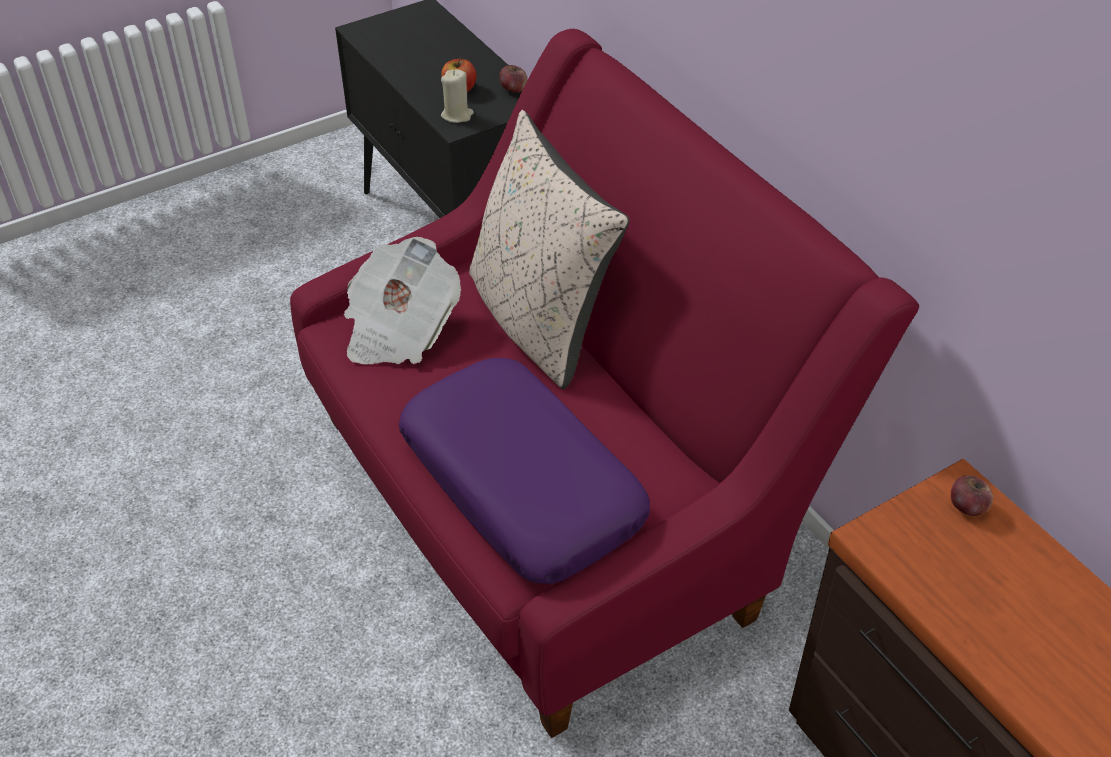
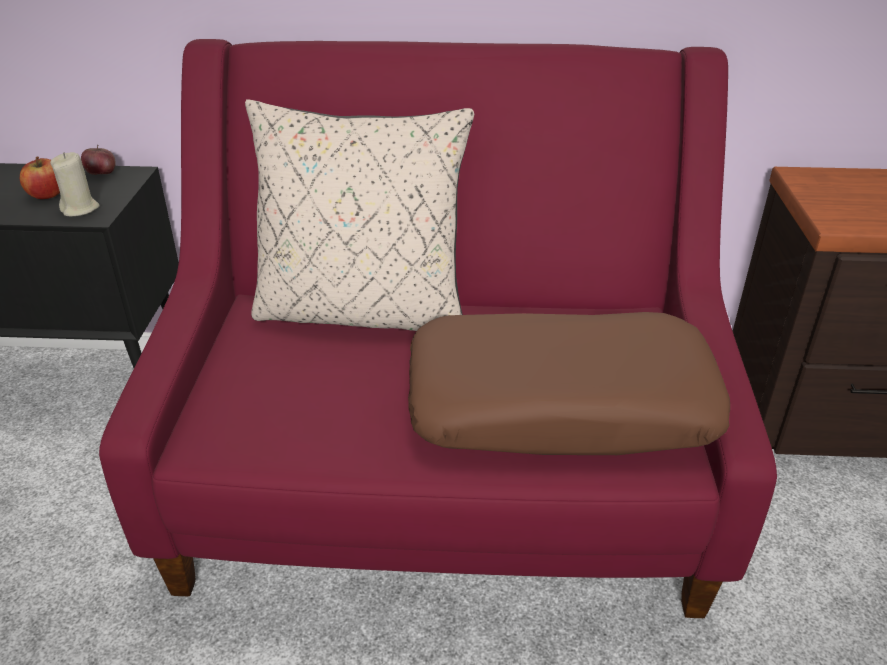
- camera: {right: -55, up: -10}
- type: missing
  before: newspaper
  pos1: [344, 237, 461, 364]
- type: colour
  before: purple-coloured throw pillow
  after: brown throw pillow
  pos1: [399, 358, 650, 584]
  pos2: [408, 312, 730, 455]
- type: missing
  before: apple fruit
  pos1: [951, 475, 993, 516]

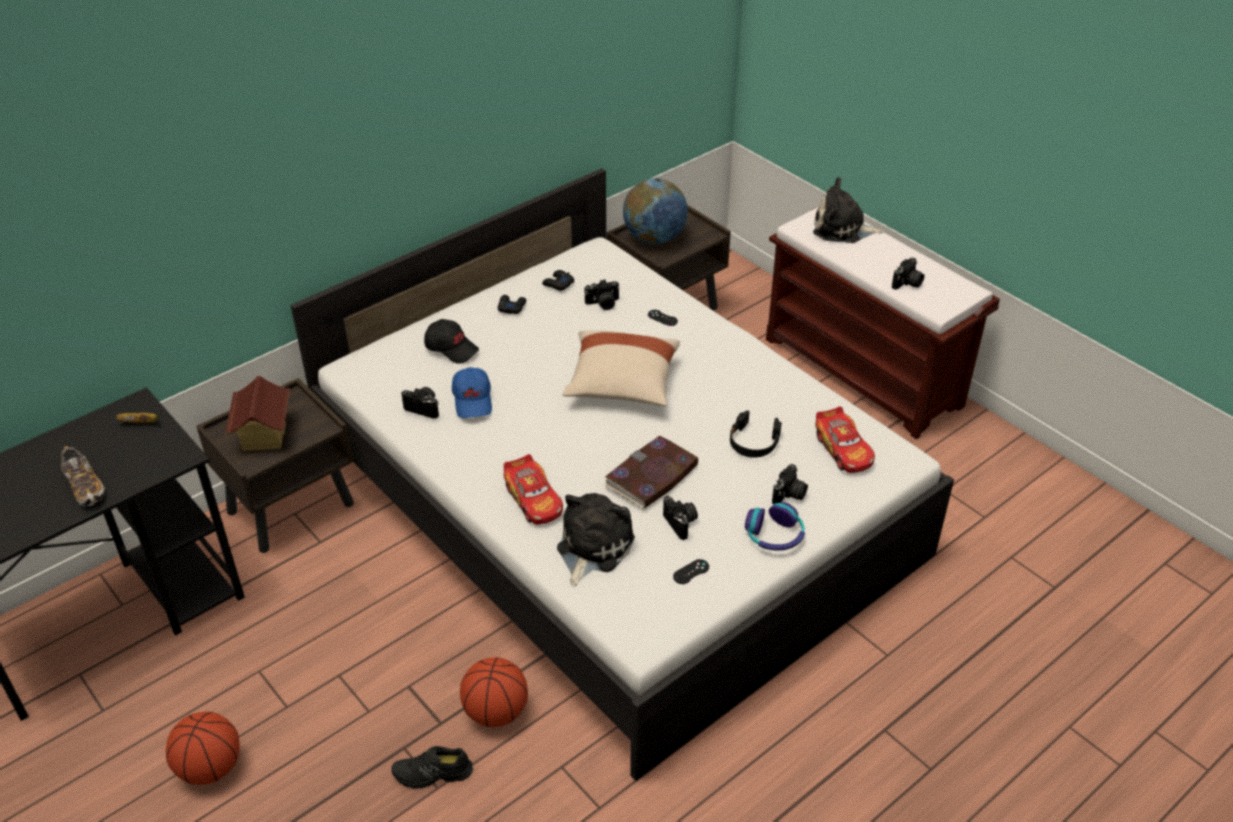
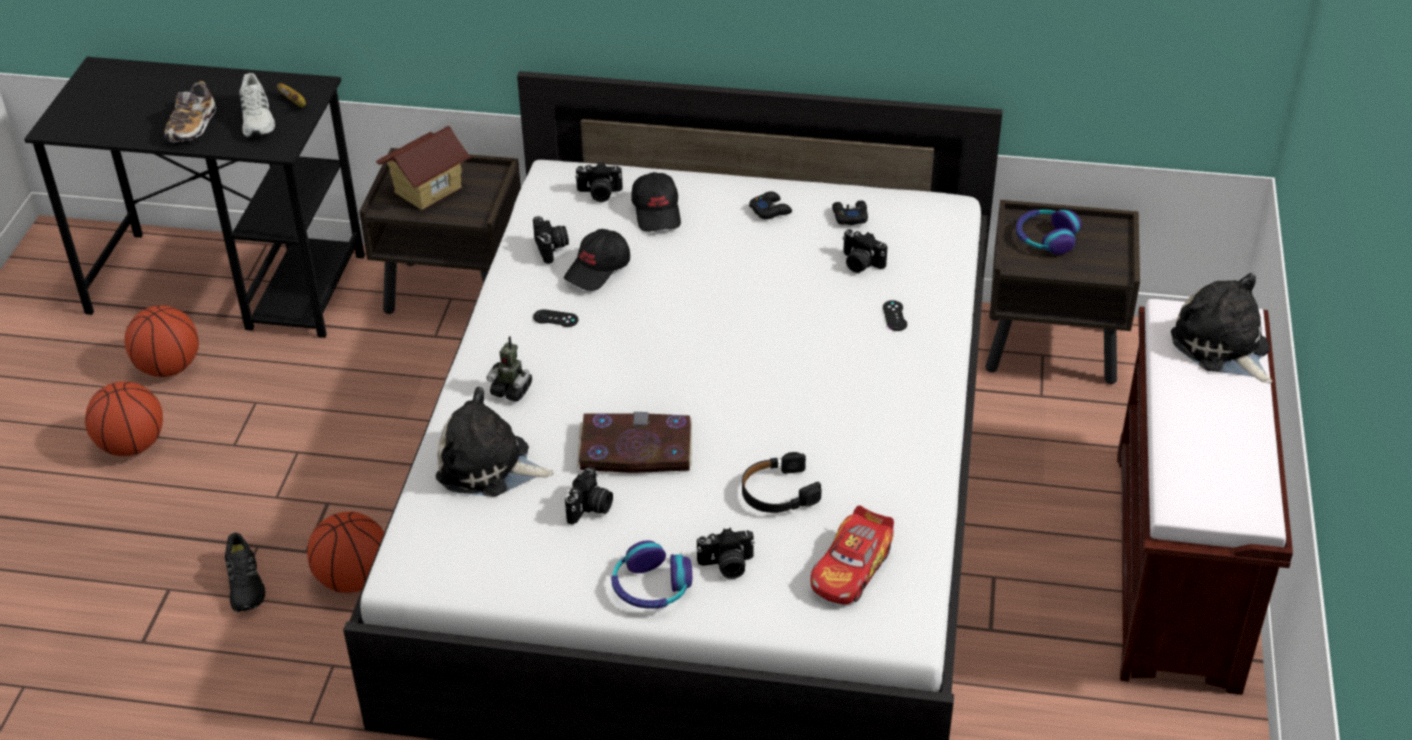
- camera: {right: 50, up: 0}
- type: spun
  before: blackish low shoe
  pos1: [391, 746, 473, 789]
  pos2: [225, 533, 265, 612]
  turn: -150
- type: colour
  before: bluish peaked cap
  after: blackish peaked cap
  pos1: [452, 367, 492, 418]
  pos2: [564, 229, 630, 291]
- type: exchanged
  before: model car
  after: model robot
  pos1: [504, 454, 563, 524]
  pos2: [486, 336, 532, 402]
- type: spun
  before: cuddly toy
  pos1: [557, 493, 635, 586]
  pos2: [436, 387, 554, 497]
  turn: -150
- type: missing
  before: sand-coloured throw pillow
  pos1: [562, 330, 680, 406]
- type: exchanged
  before: desk globe
  after: headset
  pos1: [623, 178, 688, 244]
  pos2: [1016, 209, 1082, 255]
- type: relocated
  before: blackish game controller
  pos1: [673, 559, 709, 584]
  pos2: [533, 309, 578, 327]
- type: relocated
  before: still camera
  pos1: [892, 257, 924, 290]
  pos2: [575, 162, 623, 202]
- type: appeared
  after: ball for basketball
  pos2: [125, 305, 199, 377]
- type: appeared
  after: whitish low shoe
  pos2: [239, 73, 275, 137]

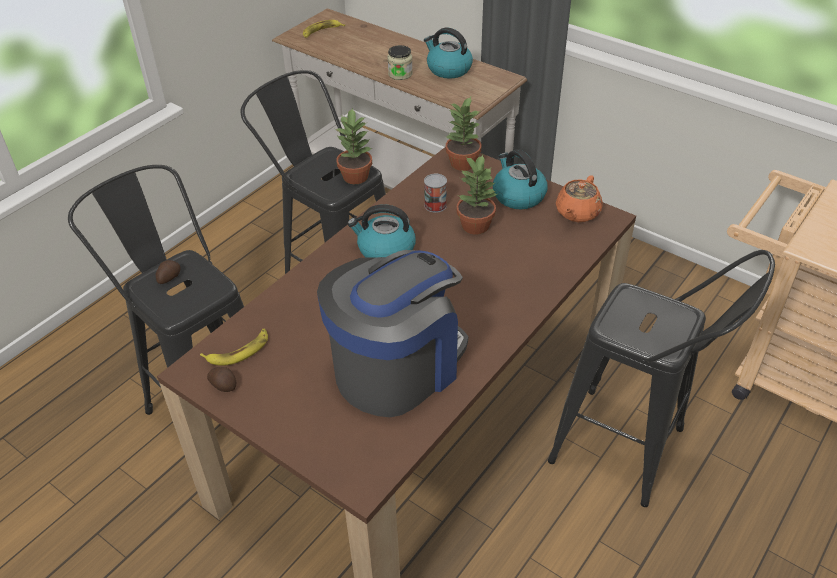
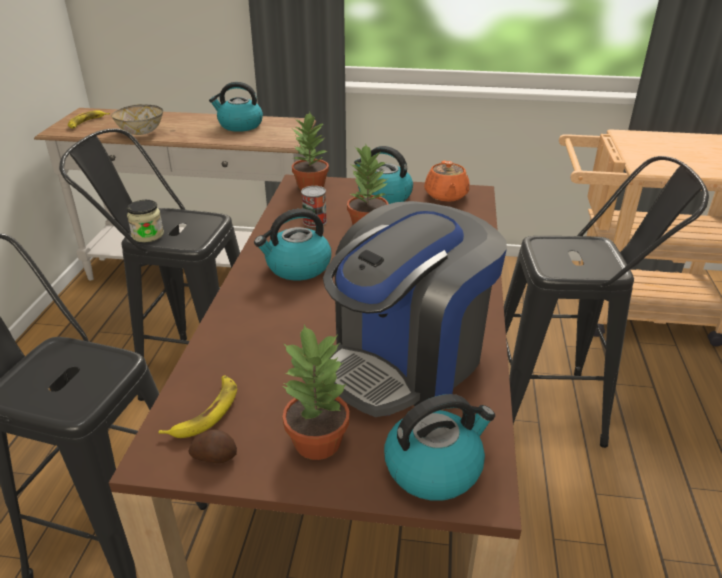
- camera: {right: -30, up: -10}
- type: missing
  before: whole potato
  pos1: [156, 260, 181, 284]
- type: spun
  before: coffee brewer
  pos1: [317, 250, 468, 417]
  pos2: [323, 201, 507, 417]
  turn: -150
- type: relocated
  before: houseplant
  pos1: [335, 108, 372, 184]
  pos2: [283, 324, 350, 460]
- type: relocated
  before: jar
  pos1: [387, 45, 413, 80]
  pos2: [127, 200, 164, 242]
- type: appeared
  after: bowl
  pos2: [111, 104, 163, 135]
- type: appeared
  after: tea kettle
  pos2: [384, 394, 495, 501]

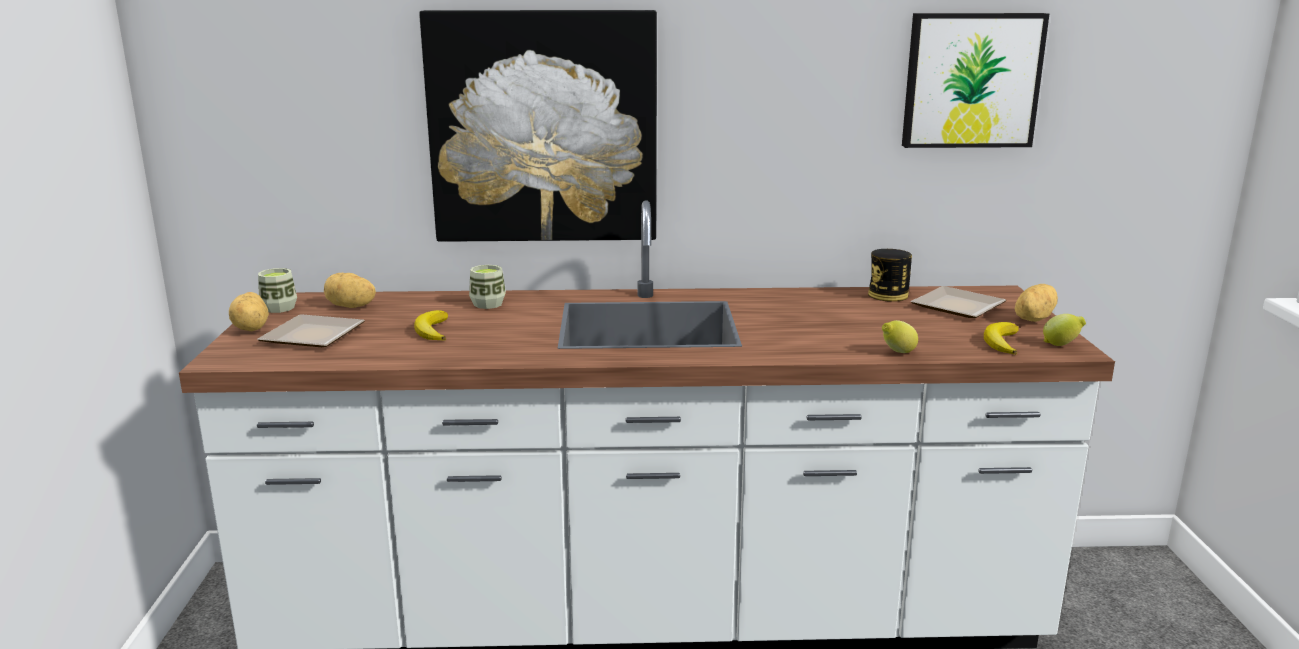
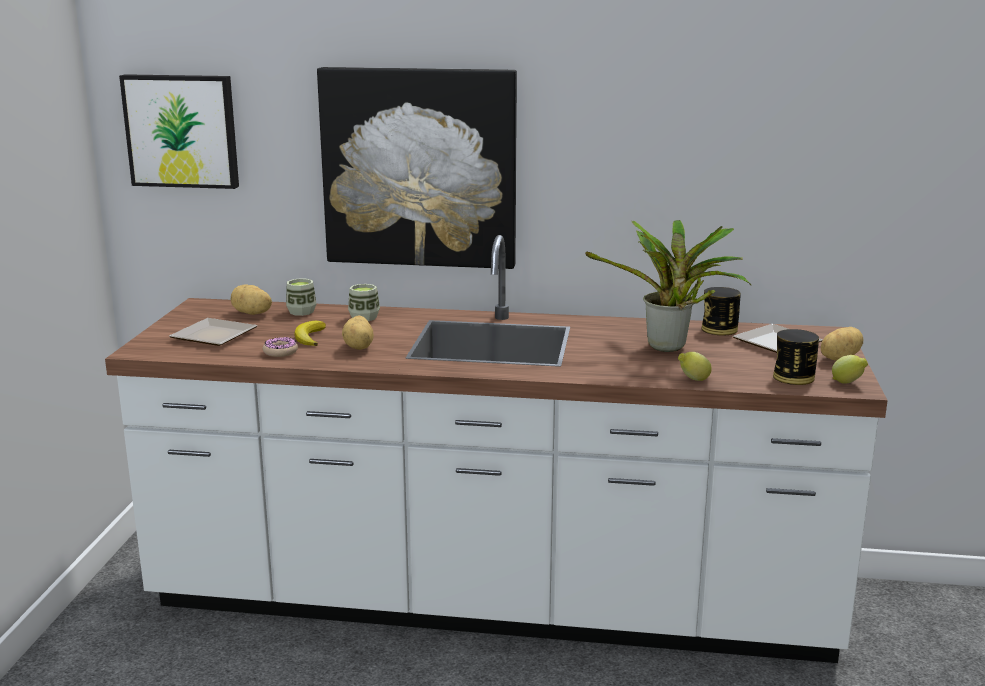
- camera: {right: 10, up: 0}
- type: relocated
  before: whole potato
  pos1: [229, 292, 269, 331]
  pos2: [342, 315, 374, 350]
- type: relocated
  before: drinking cup
  pos1: [258, 268, 297, 313]
  pos2: [286, 278, 317, 316]
- type: relocated
  before: wall picture
  pos1: [902, 13, 1049, 148]
  pos2: [119, 74, 239, 189]
- type: exchanged
  before: banana
  after: sealed can
  pos1: [984, 322, 1019, 355]
  pos2: [773, 329, 819, 385]
- type: appeared
  after: doughnut
  pos2: [263, 337, 298, 357]
- type: appeared
  after: houseplant
  pos2: [585, 220, 751, 352]

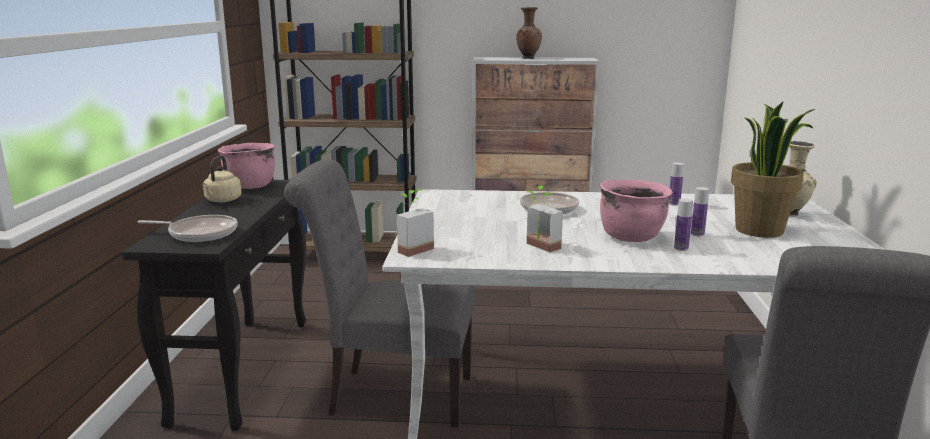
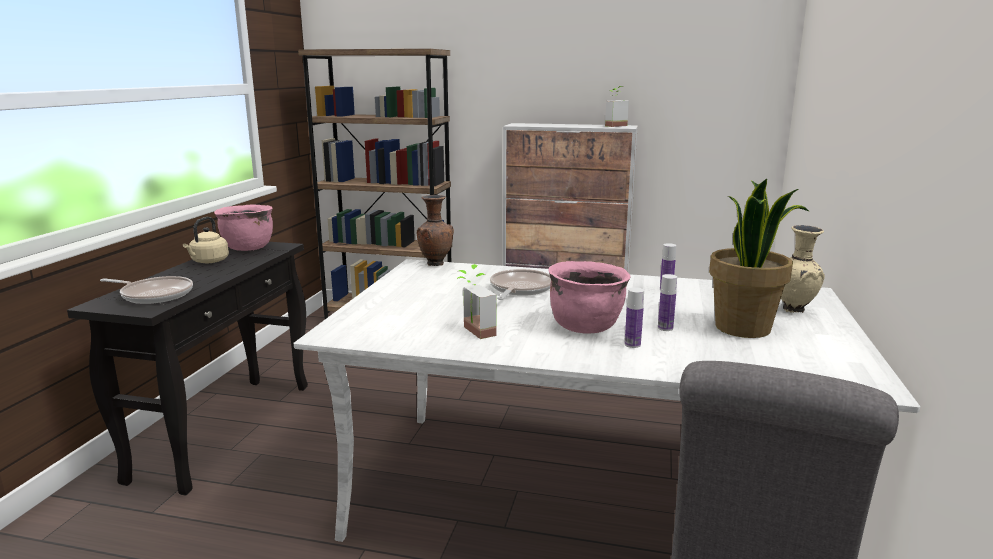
- camera: {right: 10, up: 0}
- type: missing
  before: grey upright chair
  pos1: [284, 159, 475, 428]
- type: relocated
  before: houseplant
  pos1: [397, 189, 434, 257]
  pos2: [605, 86, 629, 127]
- type: relocated
  before: brown flower vase
  pos1: [516, 7, 542, 59]
  pos2: [416, 195, 454, 266]

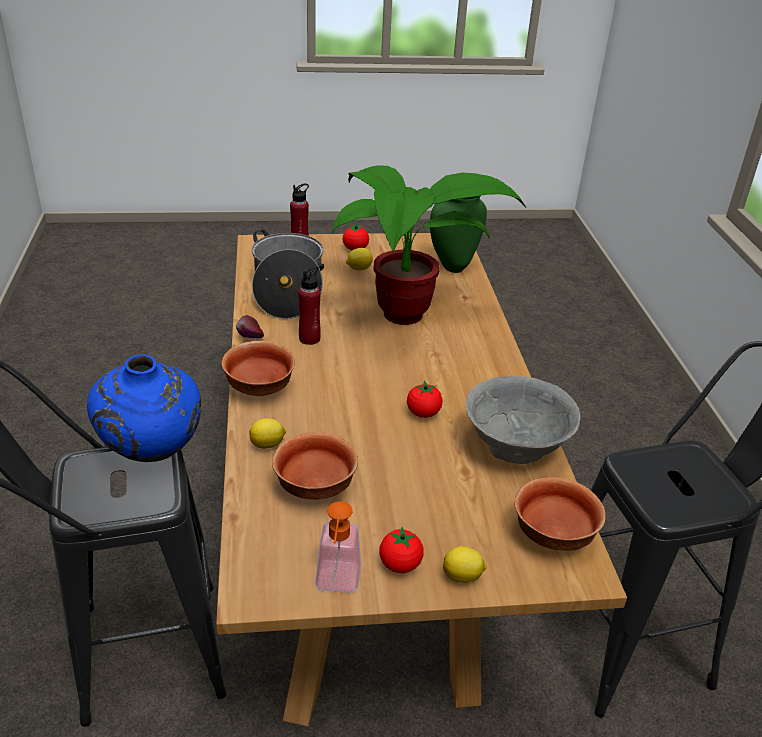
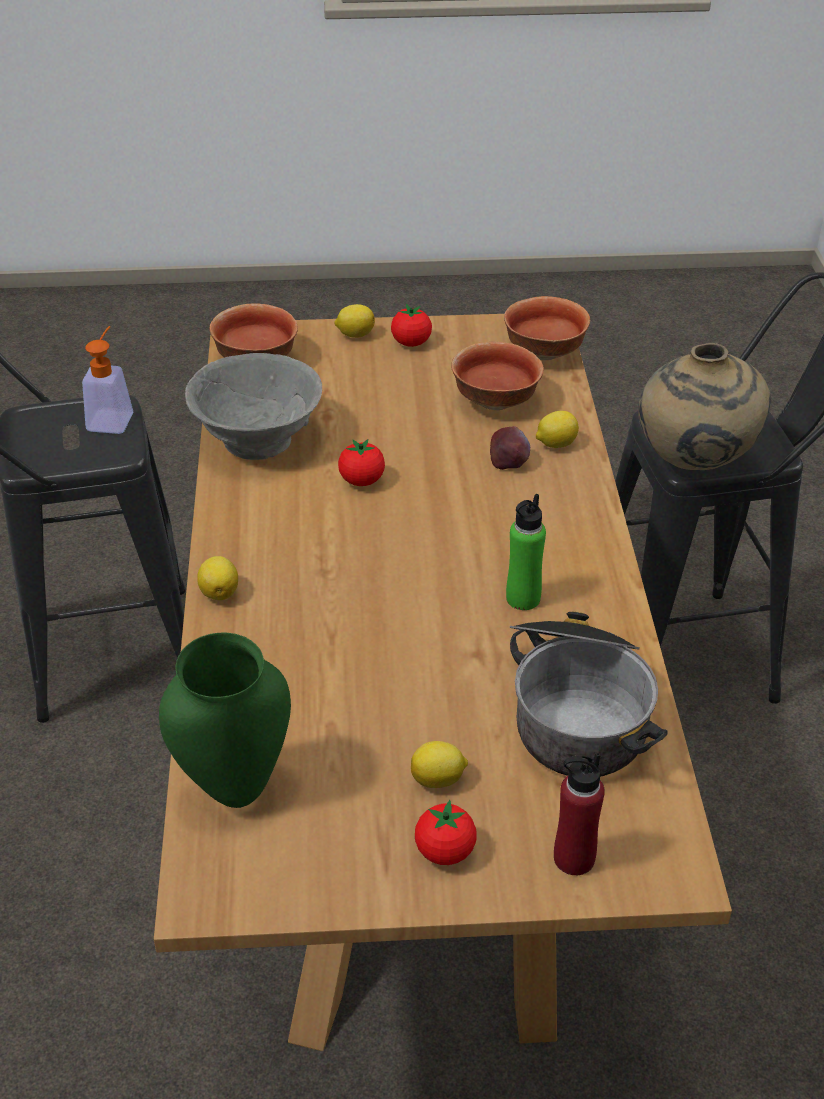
- camera: {right: -175, up: 5}
- type: colour
  before: bluish flower vase
  after: sand-coloured flower vase
  pos1: [87, 354, 201, 462]
  pos2: [638, 343, 771, 470]
- type: relocated
  before: bowl
  pos1: [221, 341, 295, 396]
  pos2: [504, 296, 590, 360]
- type: relocated
  before: apple fruit
  pos1: [236, 315, 264, 338]
  pos2: [490, 426, 530, 470]
- type: colour
  before: red beverage bottle
  after: green beverage bottle
  pos1: [298, 266, 321, 345]
  pos2: [506, 494, 546, 610]
- type: relocated
  before: soap bottle
  pos1: [315, 501, 361, 593]
  pos2: [82, 326, 134, 434]
- type: missing
  before: houseplant
  pos1: [332, 165, 526, 325]
- type: appeared
  after: citrus fruit
  pos2: [197, 556, 238, 600]

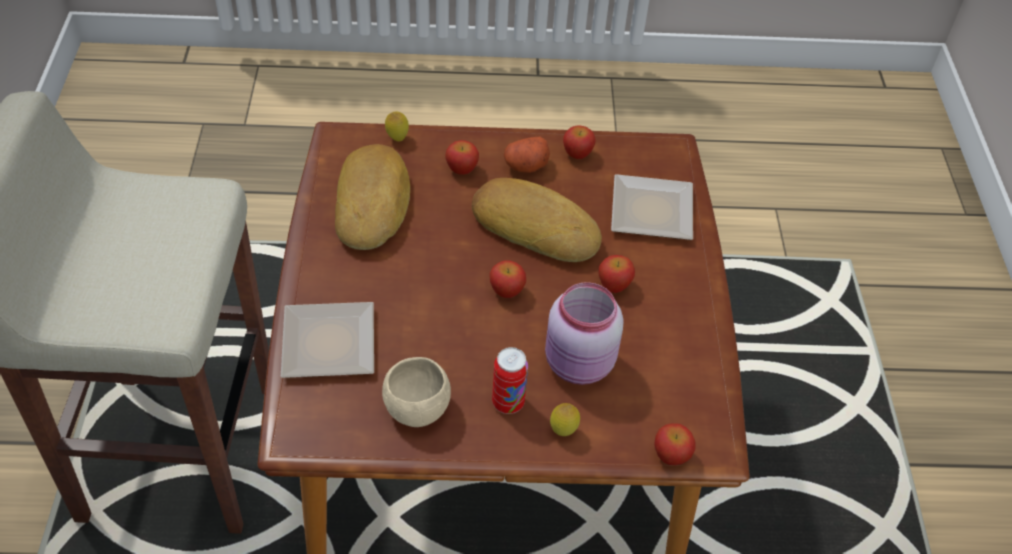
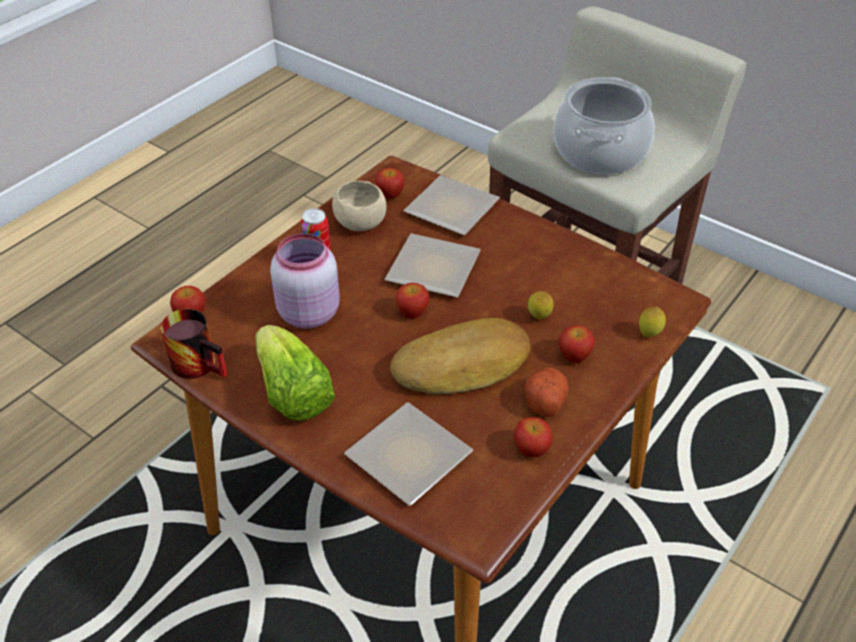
- camera: {right: 130, up: -5}
- type: missing
  before: baked bread
  pos1: [335, 144, 410, 250]
- type: relocated
  before: citrus fruit
  pos1: [550, 403, 580, 436]
  pos2: [528, 291, 554, 319]
- type: relocated
  before: apple fruit
  pos1: [599, 255, 635, 293]
  pos2: [375, 168, 405, 199]
- type: appeared
  after: coffee mug
  pos2: [161, 309, 228, 379]
- type: appeared
  after: head of lettuce
  pos2: [256, 325, 335, 421]
- type: appeared
  after: dinner plate
  pos2: [385, 234, 481, 298]
- type: appeared
  after: stockpot
  pos2: [553, 77, 655, 174]

